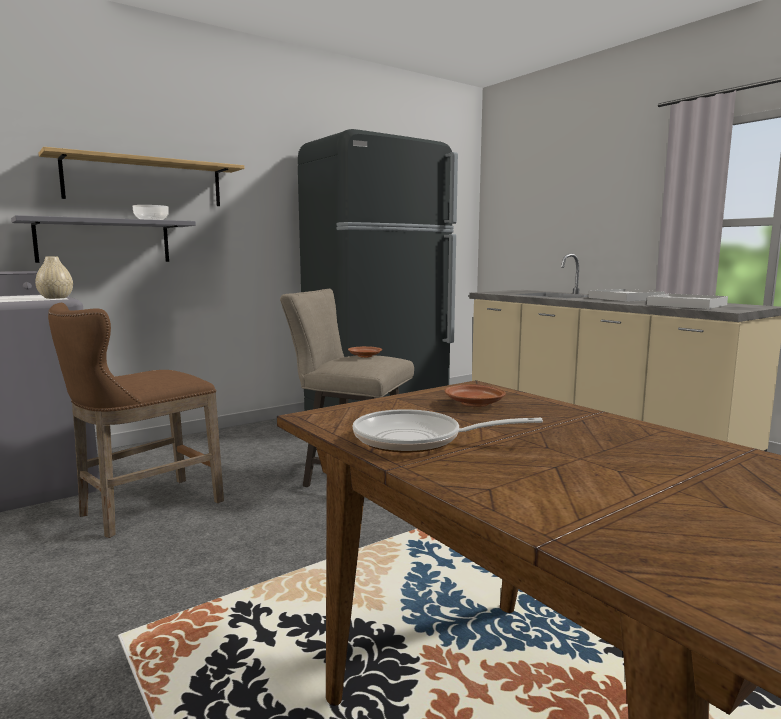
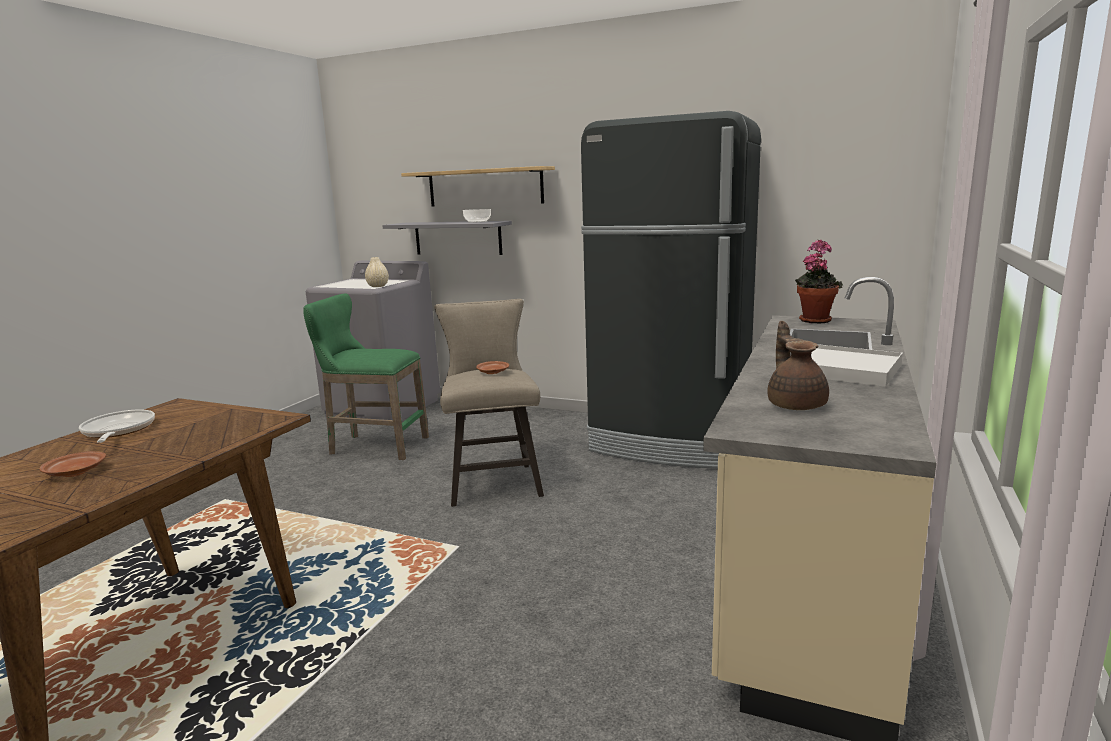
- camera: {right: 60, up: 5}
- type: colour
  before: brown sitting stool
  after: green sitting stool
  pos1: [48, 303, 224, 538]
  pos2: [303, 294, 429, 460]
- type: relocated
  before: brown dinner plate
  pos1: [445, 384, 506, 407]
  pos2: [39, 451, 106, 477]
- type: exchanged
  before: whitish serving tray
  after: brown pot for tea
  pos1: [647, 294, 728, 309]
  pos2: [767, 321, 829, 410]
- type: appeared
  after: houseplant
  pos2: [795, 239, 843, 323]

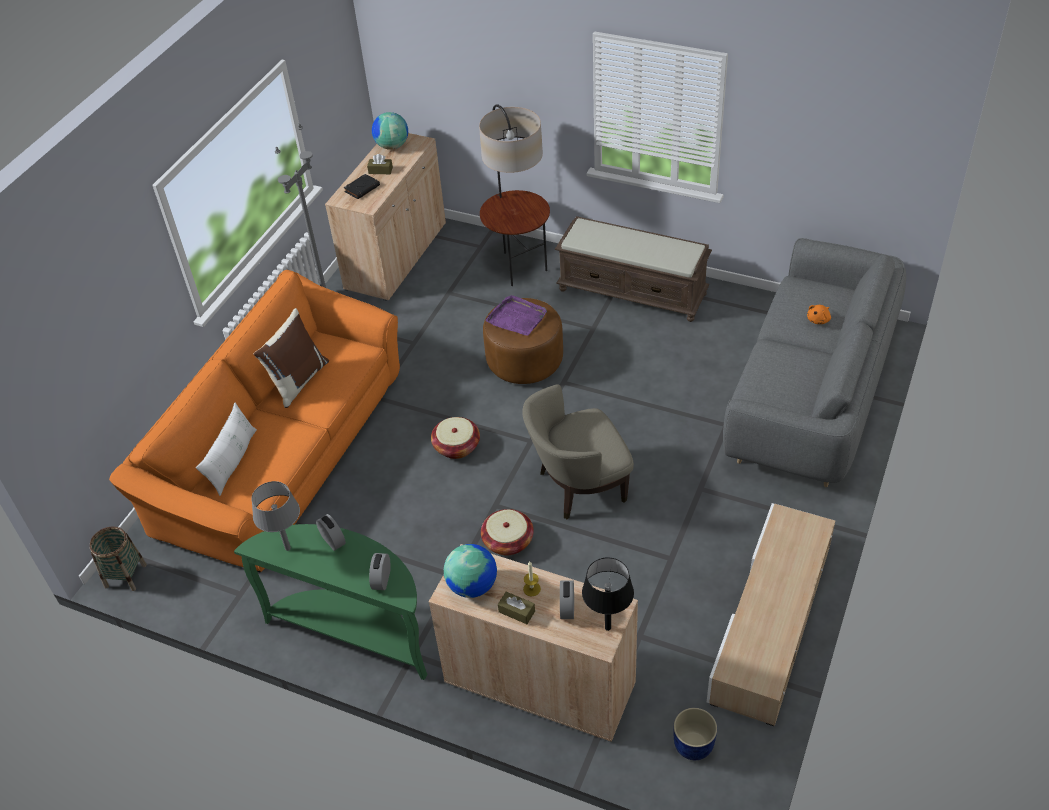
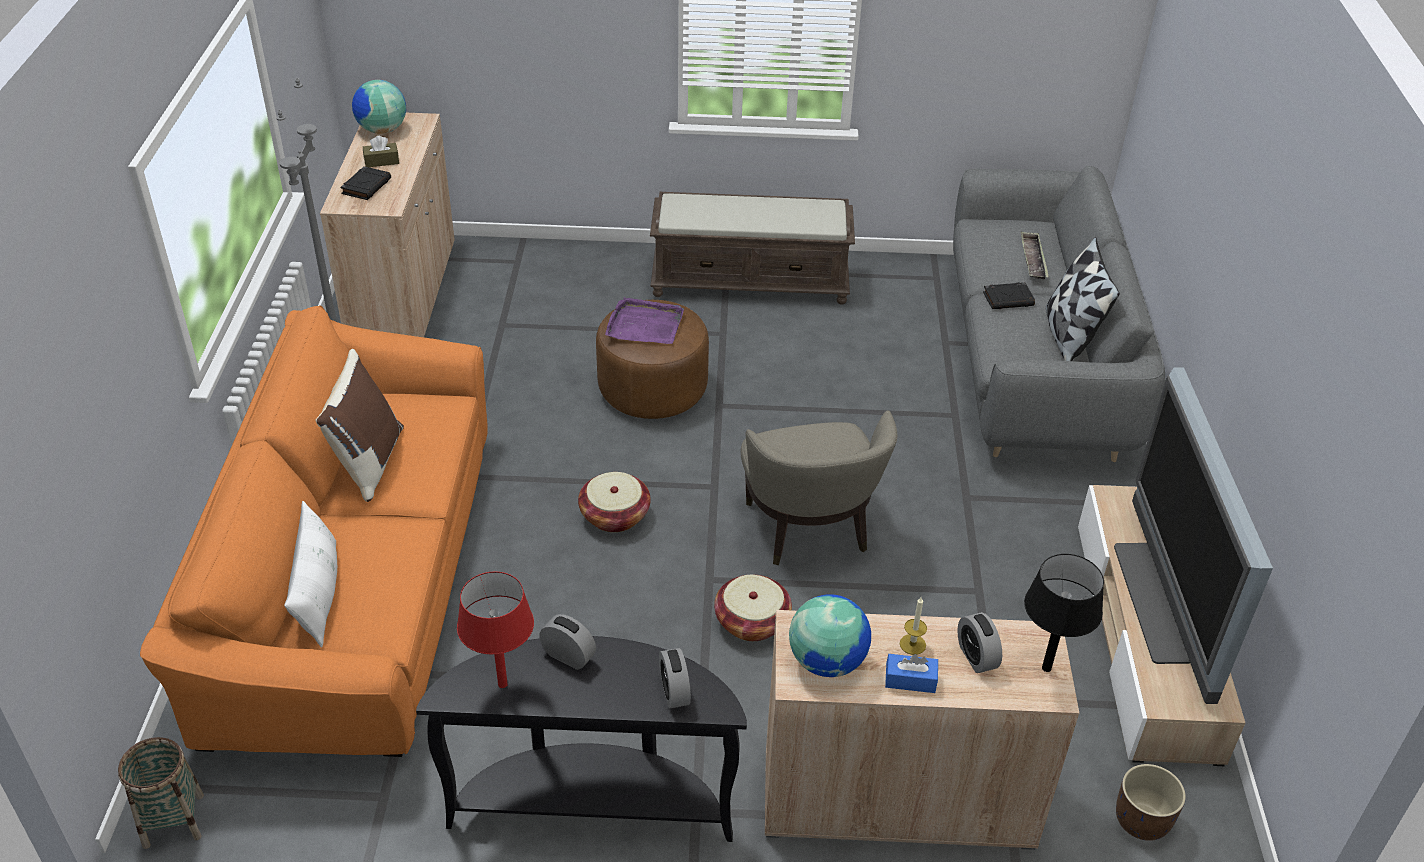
- camera: {right: -25, up: -5}
- type: colour
  before: green hall table
  after: blackish hall table
  pos1: [234, 524, 427, 680]
  pos2: [416, 636, 747, 842]
- type: colour
  before: grey lamp for a table
  after: red lamp for a table
  pos1: [251, 481, 300, 551]
  pos2: [457, 571, 534, 688]
- type: missing
  before: standing lamp
  pos1: [479, 104, 550, 286]
- type: colour
  before: brown box of tissues
  after: bluish box of tissues
  pos1: [498, 592, 535, 624]
  pos2: [885, 654, 938, 693]
- type: spun
  before: sand-coloured easy chair
  pos1: [522, 384, 634, 519]
  pos2: [741, 411, 897, 565]
  turn: -60
- type: colour
  before: bluish plant pot
  after: brown plant pot
  pos1: [674, 708, 717, 760]
  pos2: [1116, 764, 1186, 841]
- type: exchanged
  before: orangey cuddly toy
  after: serving tray
  pos1: [807, 305, 831, 324]
  pos2: [1020, 231, 1049, 279]
- type: appeared
  after: blackish book
  pos2: [983, 282, 1035, 309]
- type: appeared
  after: throw pillow
  pos2: [1046, 237, 1120, 361]
- type: appeared
  after: TV set
  pos2: [1114, 367, 1273, 704]

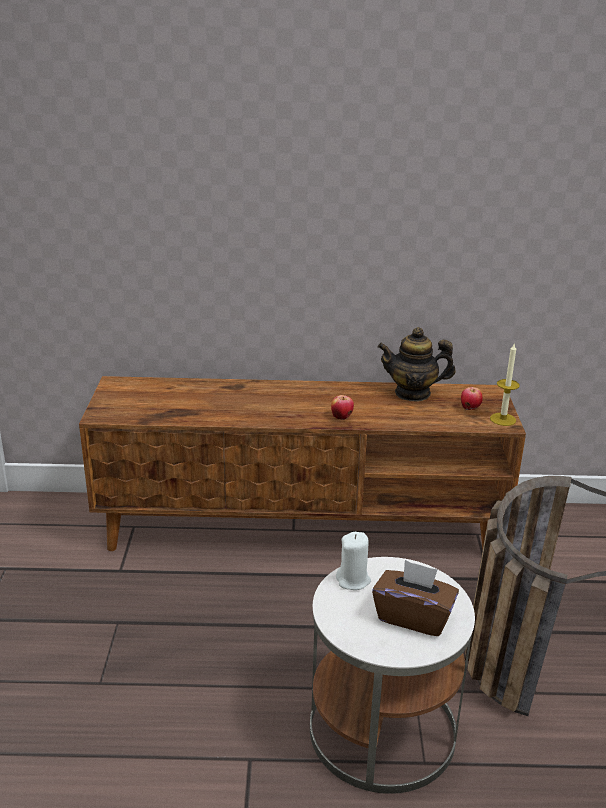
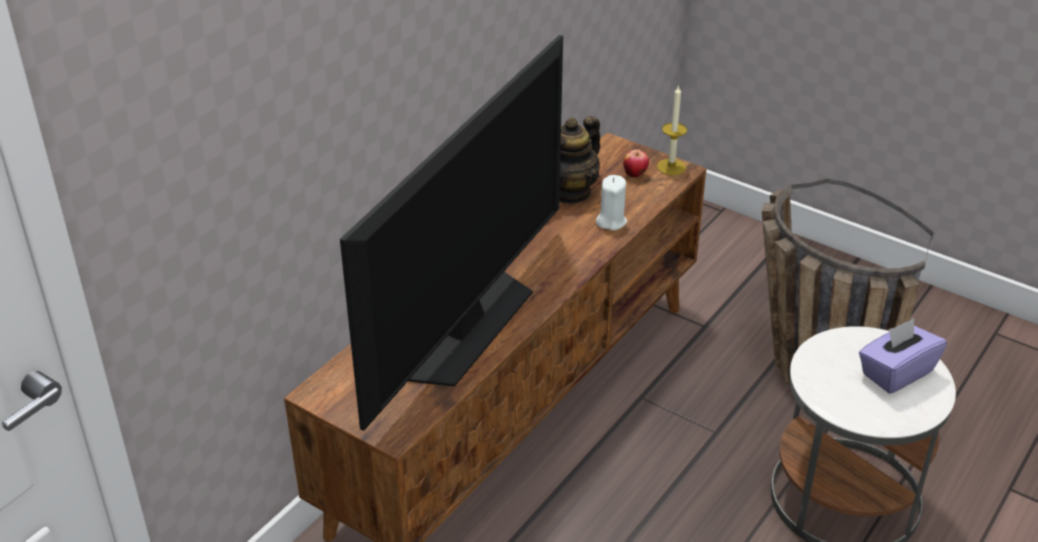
- camera: {right: -55, up: 10}
- type: missing
  before: apple fruit
  pos1: [331, 395, 354, 420]
- type: relocated
  before: whitish wax light
  pos1: [336, 532, 371, 590]
  pos2: [596, 175, 627, 231]
- type: colour
  before: brown box of tissues
  after: purple-coloured box of tissues
  pos1: [372, 560, 459, 636]
  pos2: [859, 318, 947, 394]
- type: appeared
  after: TV set
  pos2: [340, 35, 563, 431]

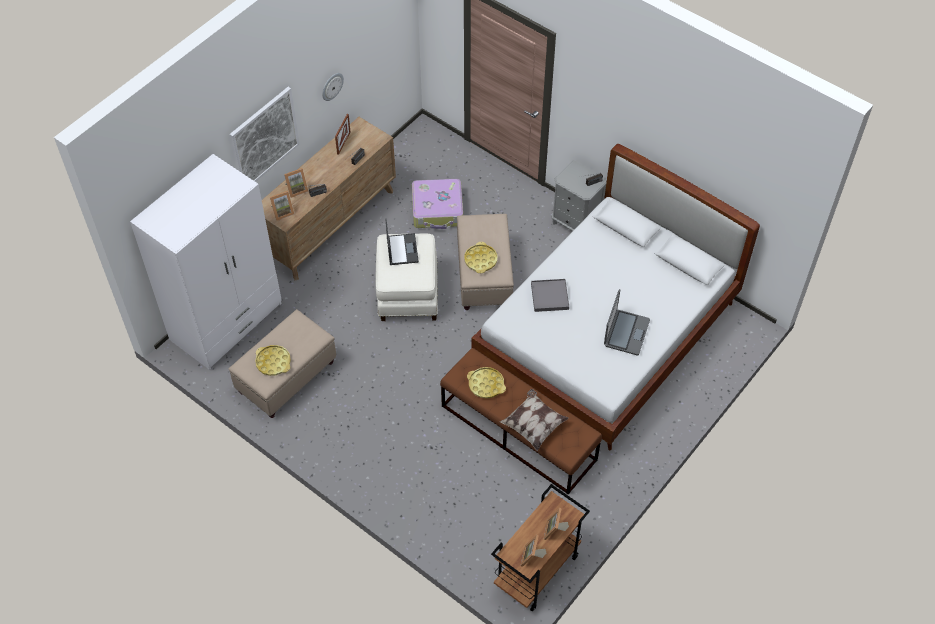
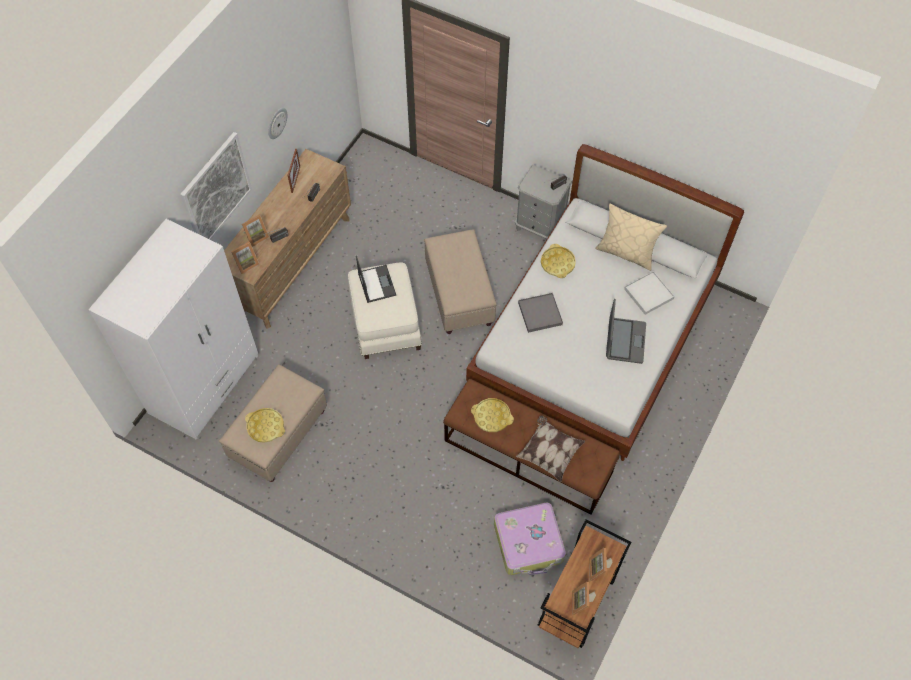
- camera: {right: -10, up: 5}
- type: relocated
  before: piece of luggage
  pos1: [412, 179, 463, 229]
  pos2: [494, 503, 566, 575]
- type: relocated
  before: yellow-coloured serving tray
  pos1: [464, 242, 497, 273]
  pos2: [541, 244, 576, 278]
- type: appeared
  after: sand-coloured throw pillow
  pos2: [595, 204, 667, 271]
- type: appeared
  after: whitish serving tray
  pos2: [624, 271, 675, 315]

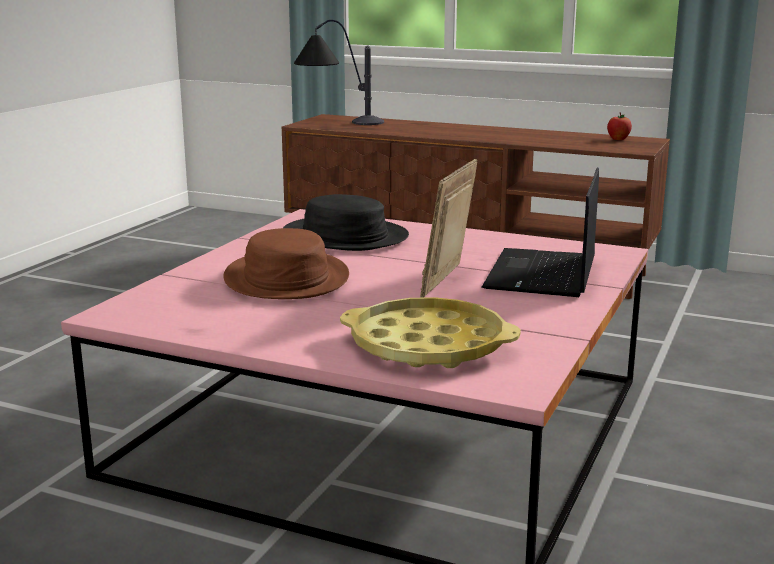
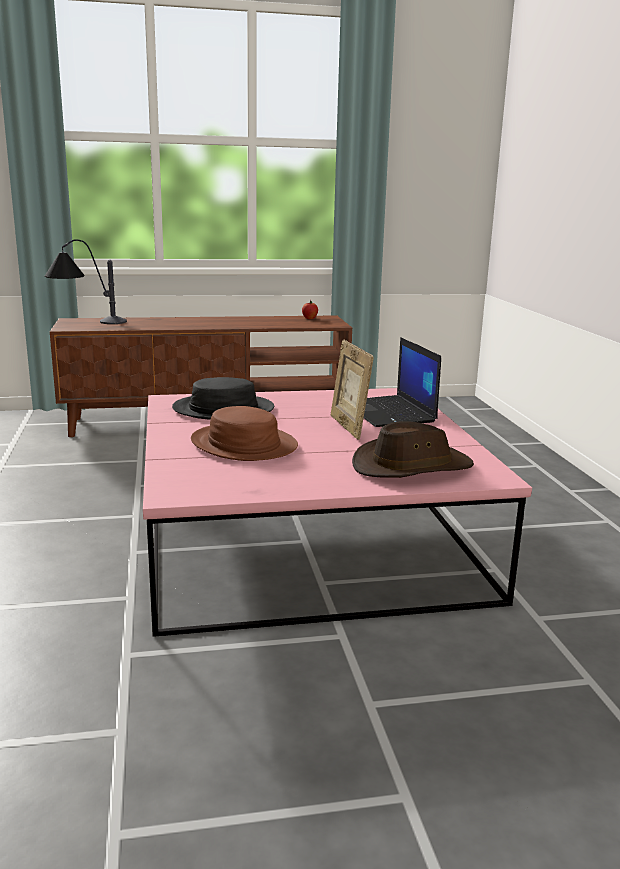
- camera: {right: -35, up: 0}
- type: exchanged
  before: yellow-coloured serving tray
  after: brown hat
  pos1: [340, 297, 521, 368]
  pos2: [352, 421, 474, 478]

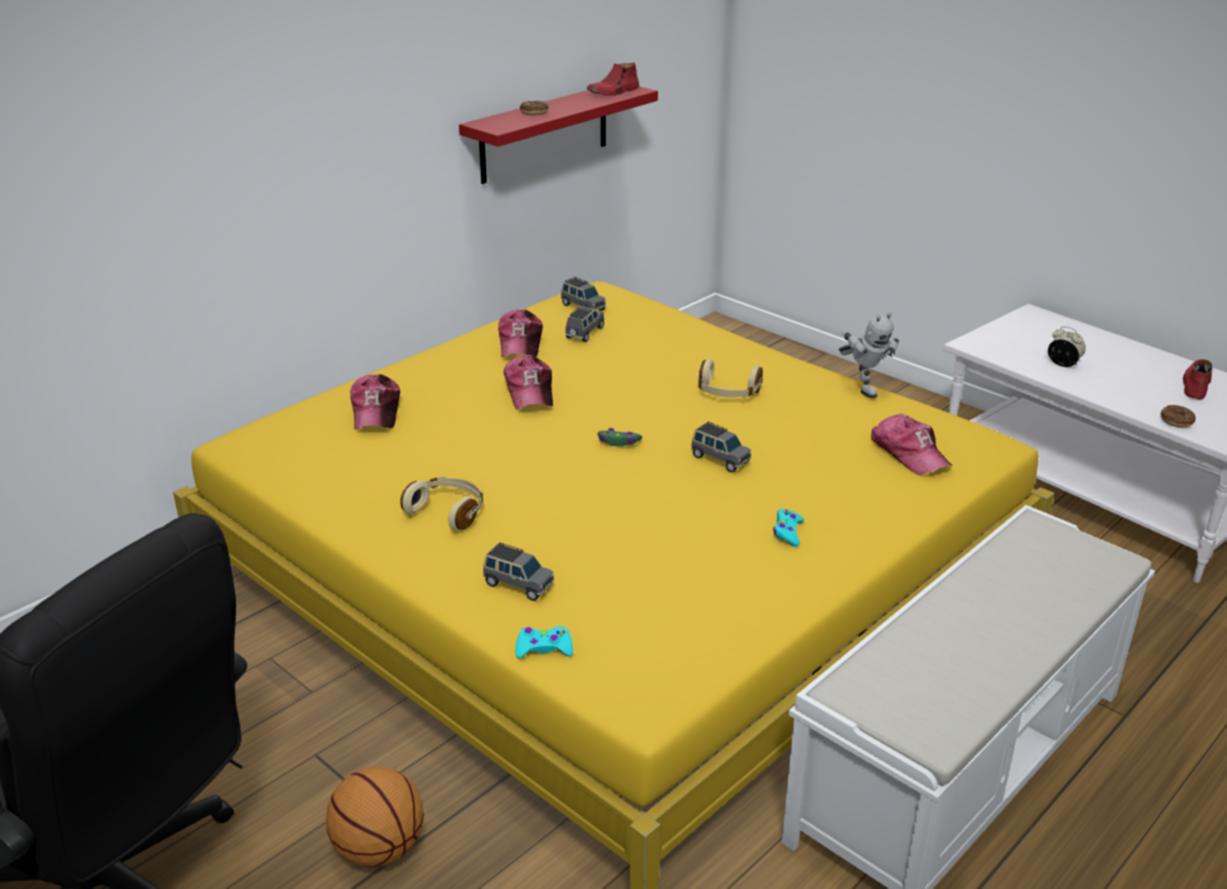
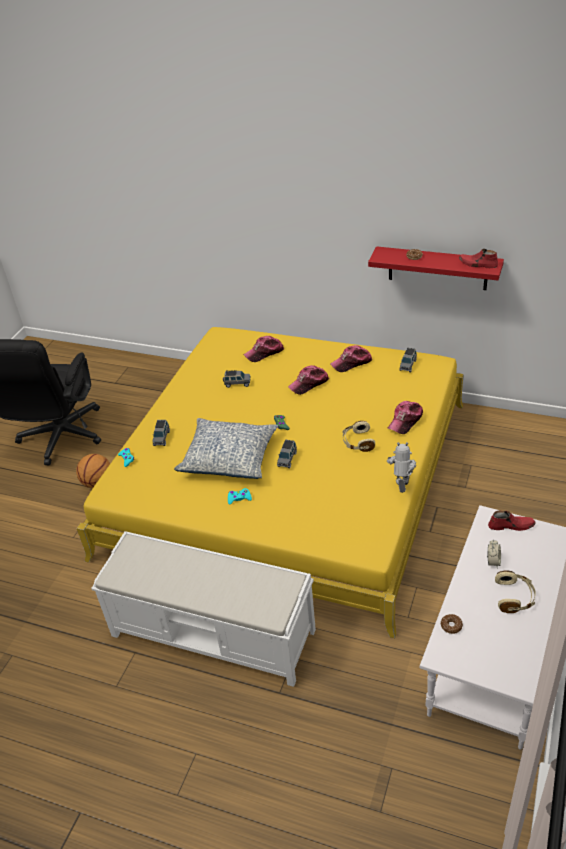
- camera: {right: 70, up: 10}
- type: relocated
  before: sand-coloured headset
  pos1: [400, 477, 483, 531]
  pos2: [495, 570, 536, 613]
- type: relocated
  before: grey model car
  pos1: [565, 306, 604, 342]
  pos2: [223, 370, 251, 388]
- type: spun
  before: model robot
  pos1: [839, 312, 899, 398]
  pos2: [387, 442, 416, 493]
  turn: 150
- type: relocated
  before: peaked cap
  pos1: [871, 414, 952, 475]
  pos2: [388, 401, 423, 434]
- type: relocated
  before: red low shoe
  pos1: [1183, 359, 1212, 399]
  pos2: [488, 511, 535, 531]
- type: appeared
  after: throw pillow
  pos2: [174, 418, 278, 479]

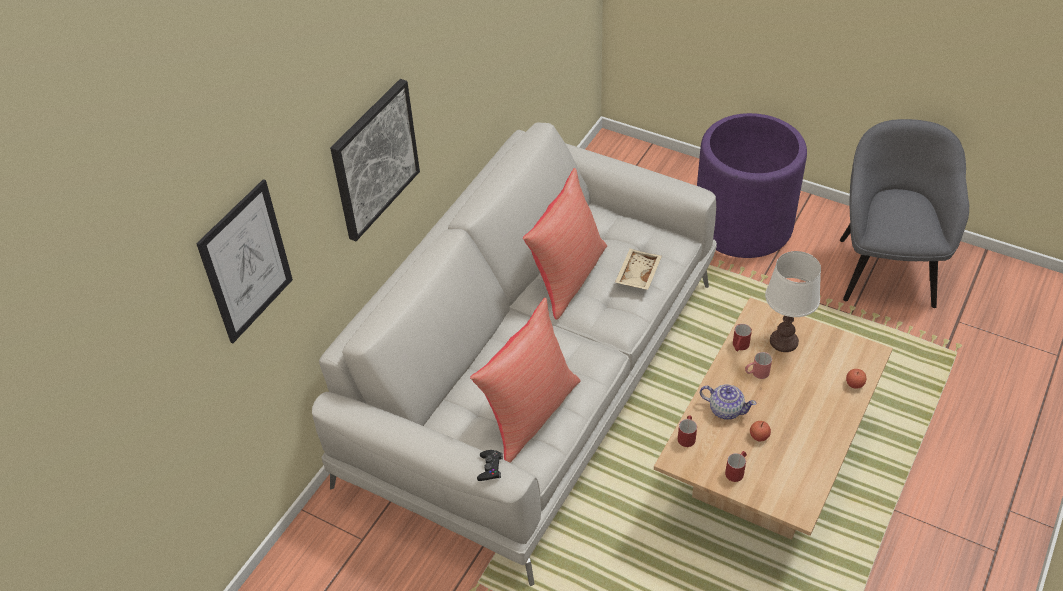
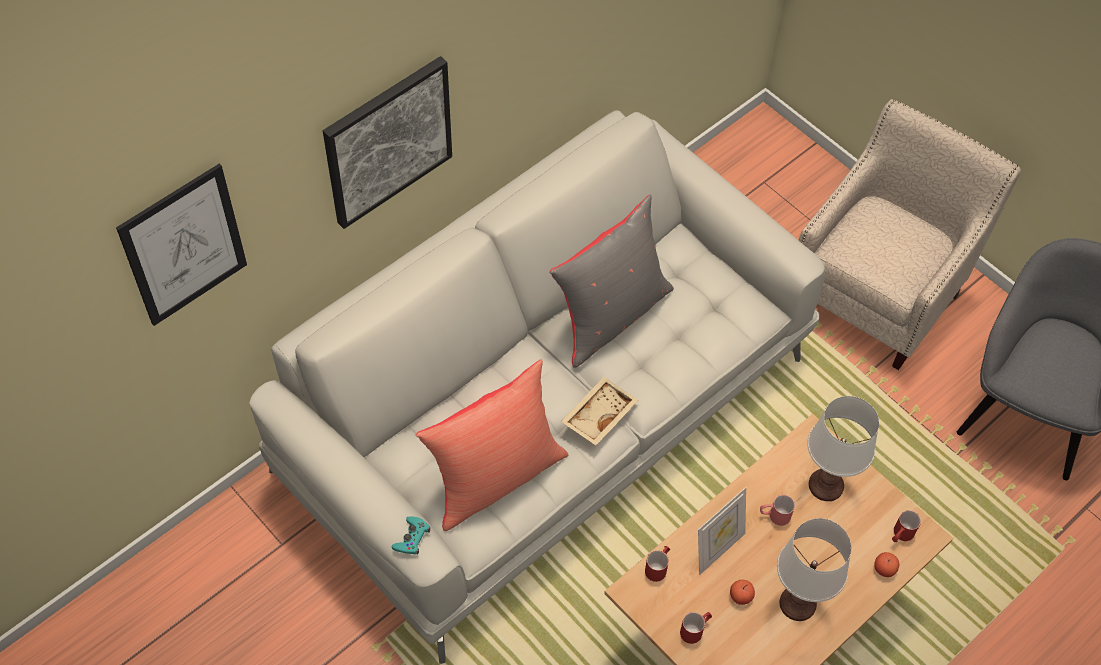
- camera: {right: 15, up: 10}
- type: colour
  before: blackish game controller
  after: turquoise game controller
  pos1: [477, 450, 503, 481]
  pos2: [392, 516, 430, 555]
- type: colour
  before: red throw pillow
  after: grey throw pillow
  pos1: [523, 168, 607, 320]
  pos2: [549, 195, 674, 368]
- type: relocated
  before: sand-coloured serving tray
  pos1: [615, 249, 662, 290]
  pos2: [561, 377, 638, 446]
- type: exchanged
  before: purple-coloured plant pot
  after: sand-coloured easy chair
  pos1: [697, 113, 807, 258]
  pos2: [799, 99, 1021, 370]
- type: exchanged
  before: pot for tea
  after: picture frame
  pos1: [700, 385, 756, 420]
  pos2: [698, 487, 746, 575]
- type: relocated
  before: red coffee mug
  pos1: [733, 324, 752, 351]
  pos2: [892, 510, 921, 542]
- type: appeared
  after: whitish lamp for a table
  pos2: [777, 518, 851, 621]

